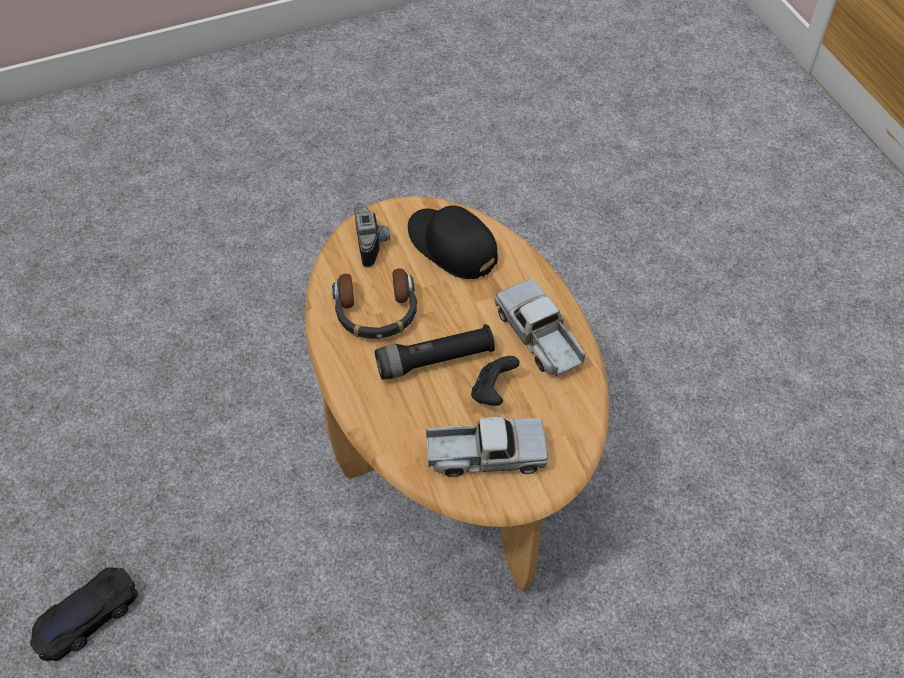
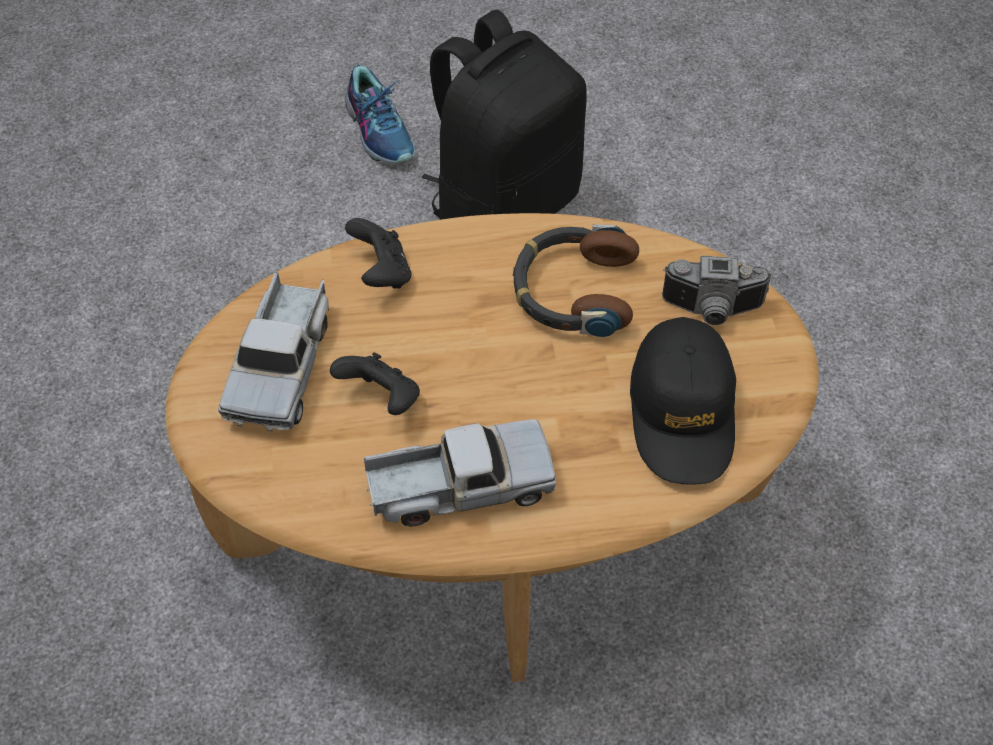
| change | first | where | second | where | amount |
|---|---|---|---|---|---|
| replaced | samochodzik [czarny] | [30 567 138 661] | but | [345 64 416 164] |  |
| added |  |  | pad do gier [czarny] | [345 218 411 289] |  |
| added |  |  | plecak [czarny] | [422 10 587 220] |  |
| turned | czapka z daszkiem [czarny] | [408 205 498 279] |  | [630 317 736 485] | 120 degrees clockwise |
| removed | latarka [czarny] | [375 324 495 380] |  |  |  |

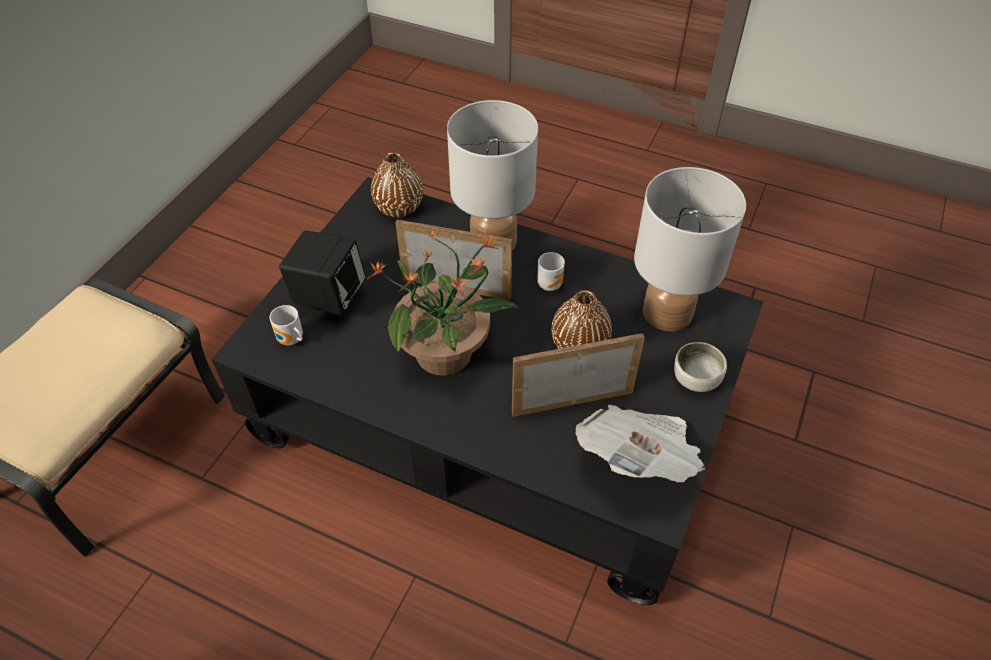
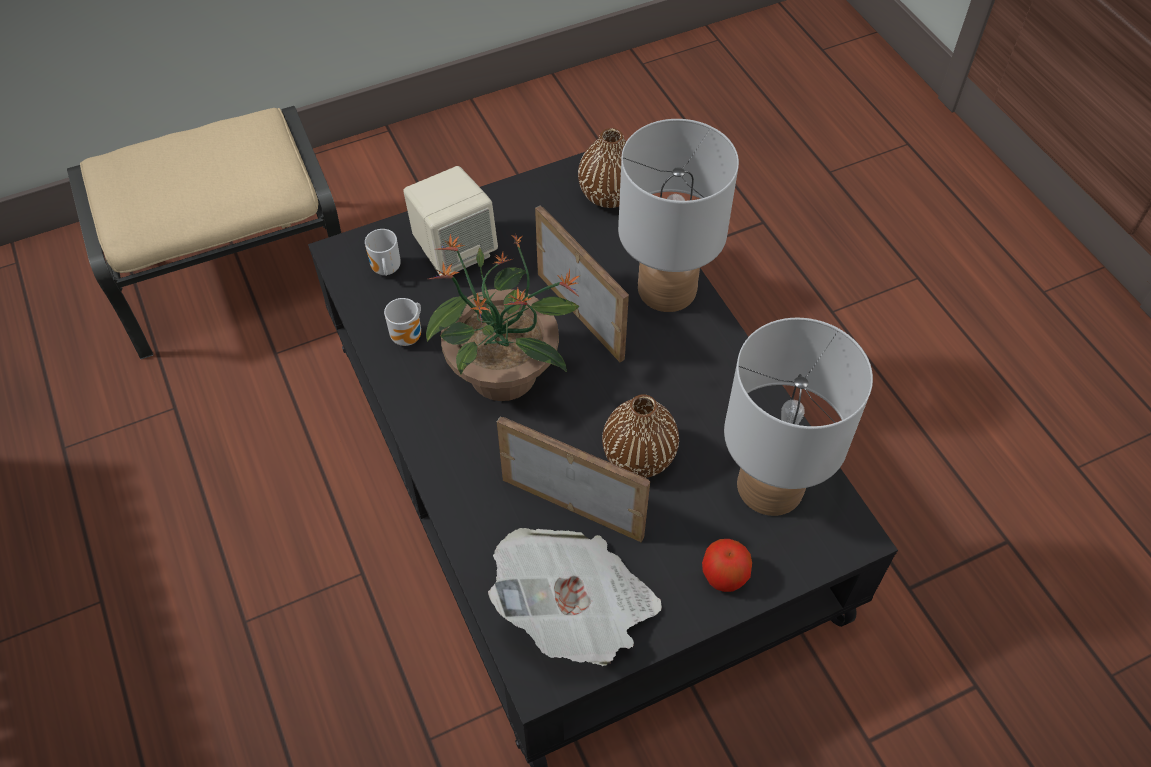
| change | first | where | second | where | amount |
|---|---|---|---|---|---|
| moved | kubek | [537 252 565 291] |  | [384 298 421 346] |  |
| recoloured | głośnik [czarny] | [279 231 366 322] | głośnik [beżowy] | [403 166 498 276] |  |
| replaced | miska | [674 342 727 392] | jabłko | [702 539 752 592] |  |

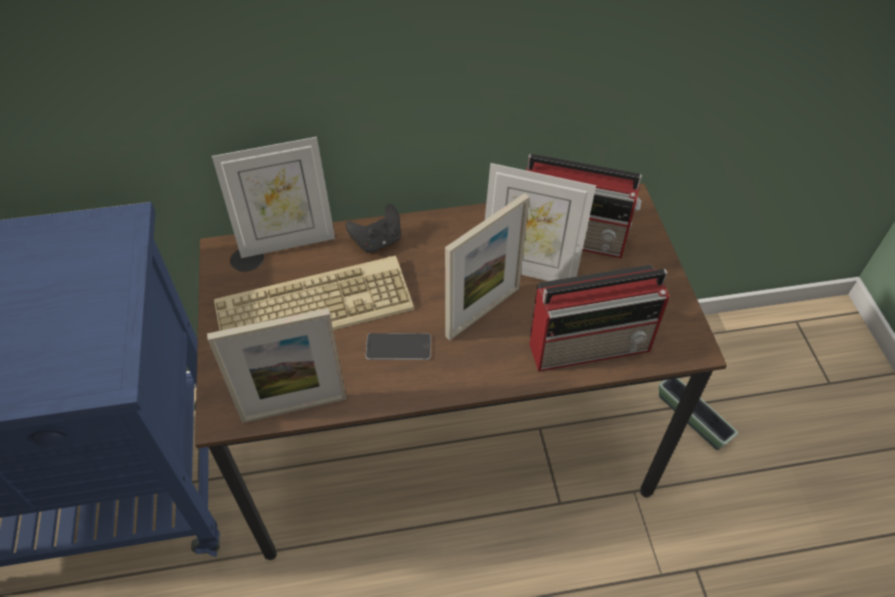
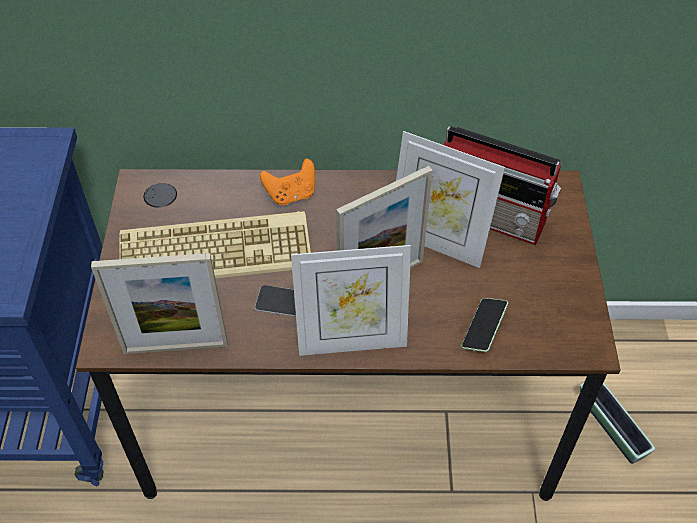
| change | first | where | second | where | amount |
|---|---|---|---|---|---|
| recoloured | pad do gier [czarny] | [346 204 401 253] | pad do gier [pomarańczowy] | [260 159 315 205] |  |
| moved | ramka na zdjęcie | [212 137 335 258] |  | [291 245 411 356] |  |
| replaced | radio | [529 264 669 372] | telefon | [461 298 508 352] |  |

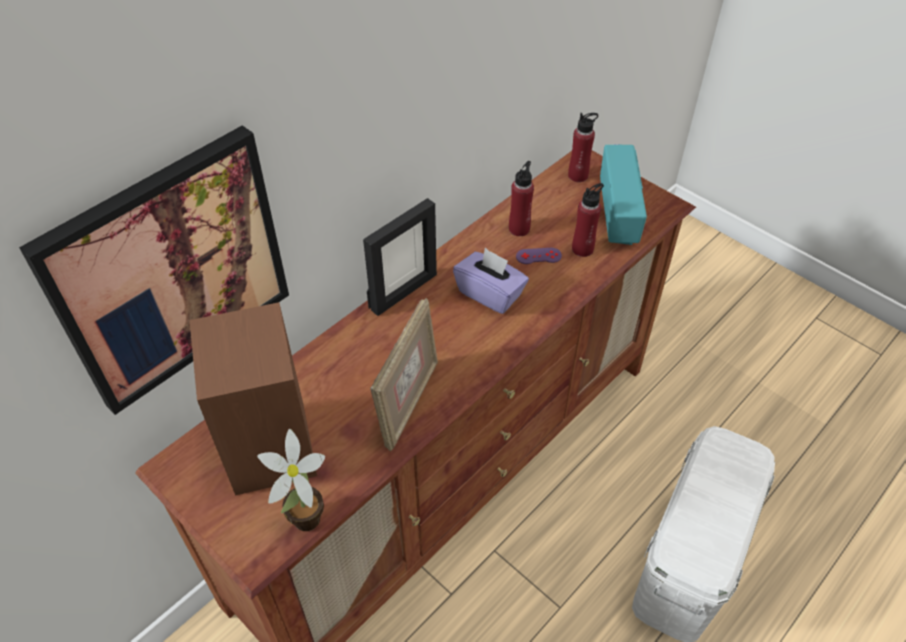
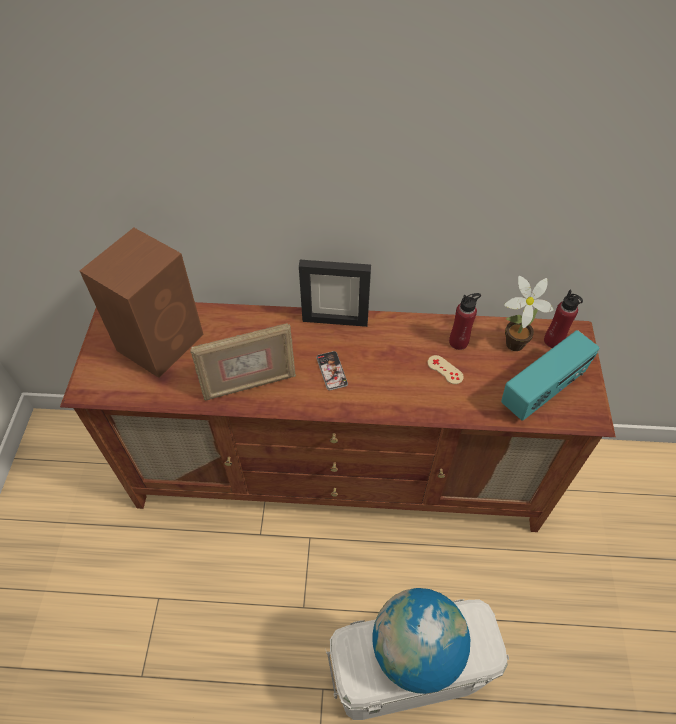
| change | first | where | second | where | amount |
|---|---|---|---|---|---|
| added |  |  | telefon | [316 351 348 390] |  |
| added |  |  | globus | [372 588 470 694] |  |
| recoloured | pad do gier [fioletowy] | [516 248 562 264] | pad do gier [beżowy] | [428 355 464 384] |  |
| moved | roślina doniczkowa | [257 428 325 531] |  | [504 276 554 351] |  |
| removed | obraz | [19 126 289 415] |  |  |  |
| removed | pudełko chusteczek [fioletowy] | [453 248 529 314] |  |  |  |
| removed | butelka [czerwony] | [572 183 604 257] |  |  |  |

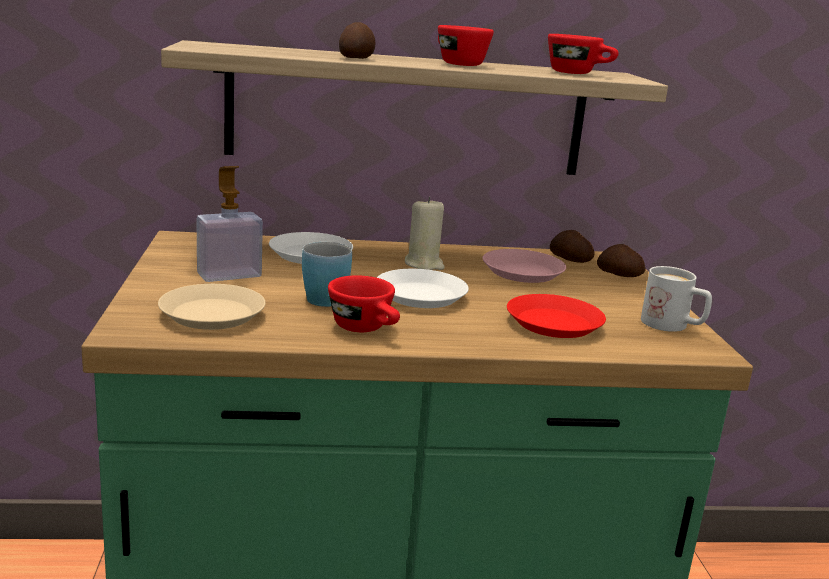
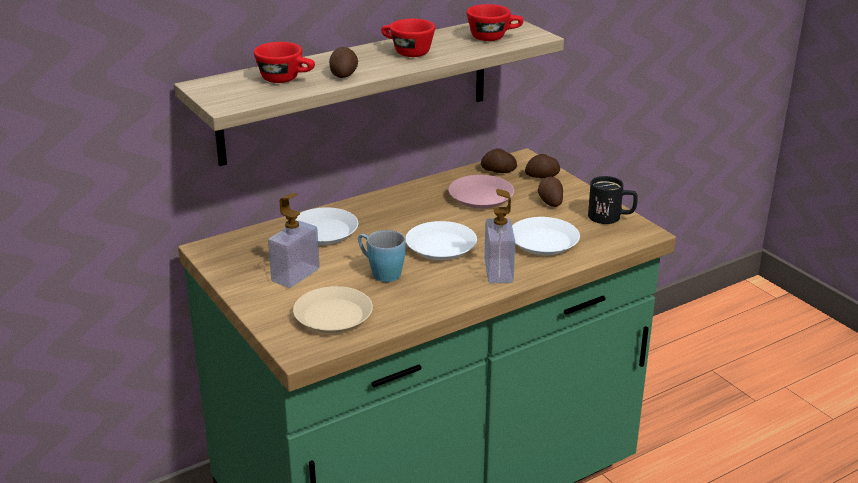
| change | first | where | second | where | amount |
|---|---|---|---|---|---|
| moved | filiżanka [czerwony] | [328 275 400 332] |  | [254 42 315 83] |  |
| added |  |  | dozownik mydła | [484 189 515 283] |  |
| recoloured | talerz [czerwony] | [507 294 606 338] | talerz [biały] | [512 217 580 255] |  |
| added |  |  | ziemniak | [538 176 563 207] |  |
| recoloured | kubek [biały] | [641 266 712 332] | kubek [czarny] | [588 176 638 224] |  |
| removed | świeca [beżowy] | [405 197 445 270] |  |  |  |

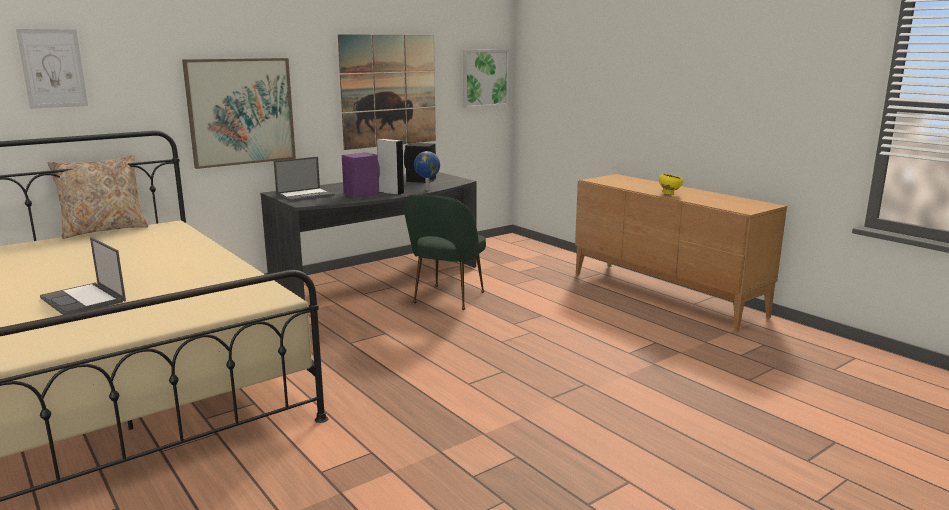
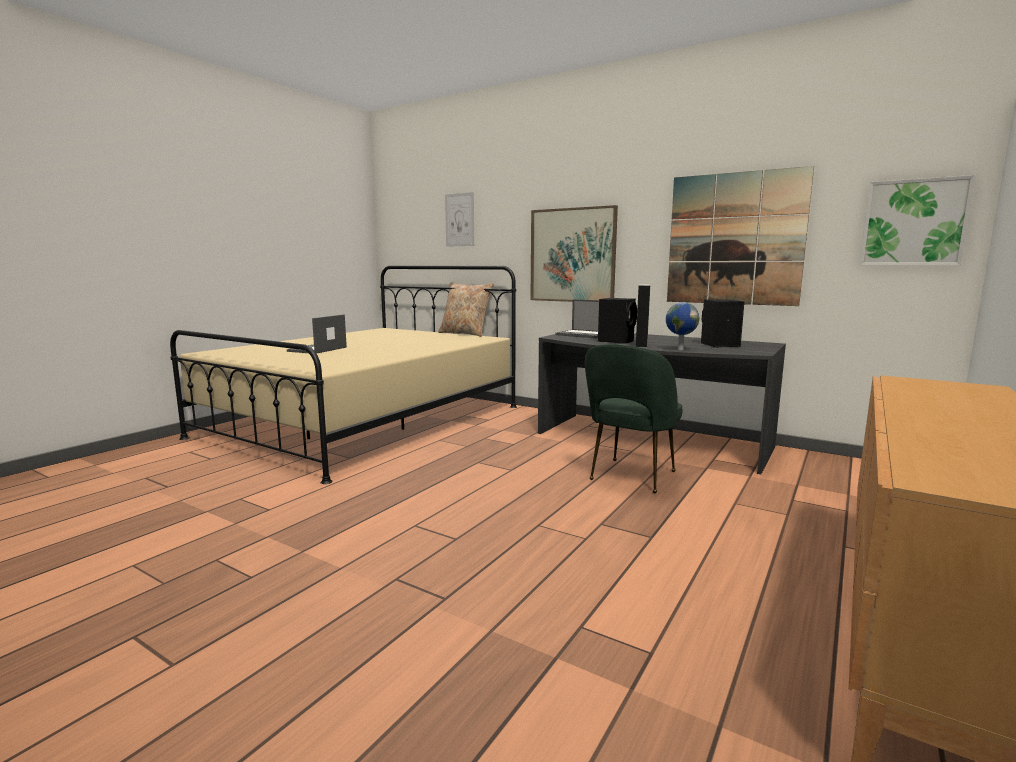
| change | first | where | second | where | amount |
|---|---|---|---|---|---|
| turned | krzesło [zielony] | [404 194 486 310] |  | [585 344 682 494] | 60 degrees counterclockwise |
| recoloured | głośnik [fioletowy] | [342 152 380 198] | głośnik [czarny] | [598 298 637 344] |  |
| removed | miska [żółty] | [659 173 683 195] |  |  |  |

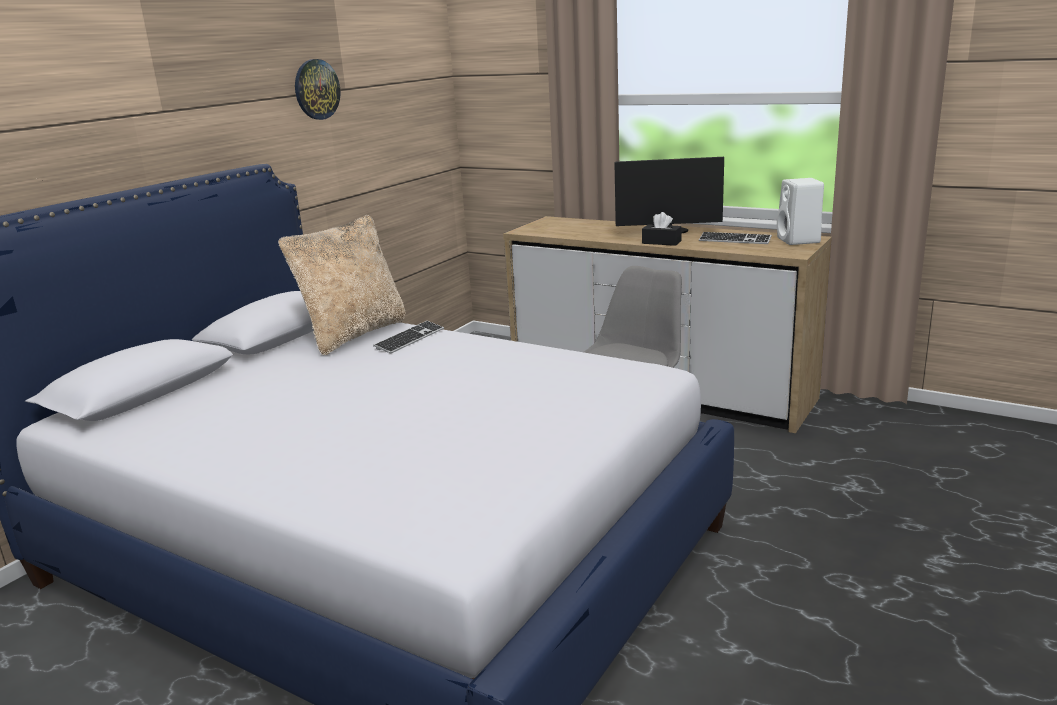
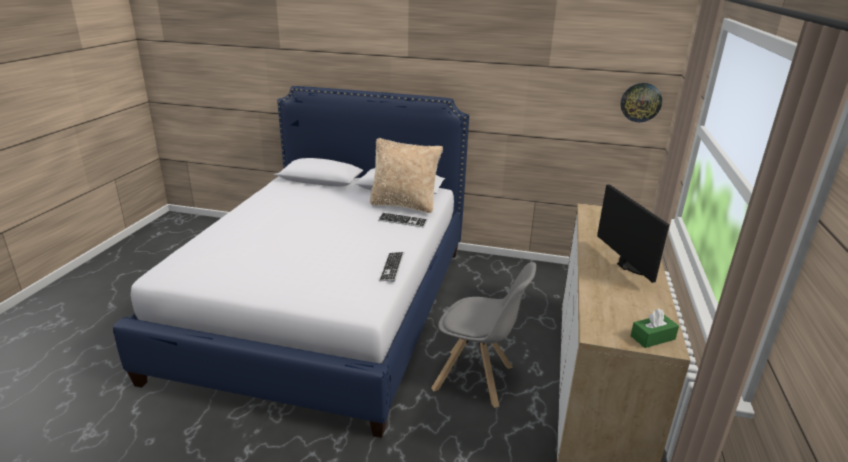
| change | first | where | second | where | amount |
|---|---|---|---|---|---|
| moved | klawiatura | [699 232 772 244] |  | [379 252 404 282] |  |
| moved | zegar ścienny | [295 59 341 120] |  | [621 83 662 122] |  |
| replaced | głośnik [biały] | [777 178 824 245] | pudełko chusteczek [zielony] | [631 308 679 348] |  |
| removed | pudełko chusteczek [czarny] | [642 212 682 246] |  |  |  |

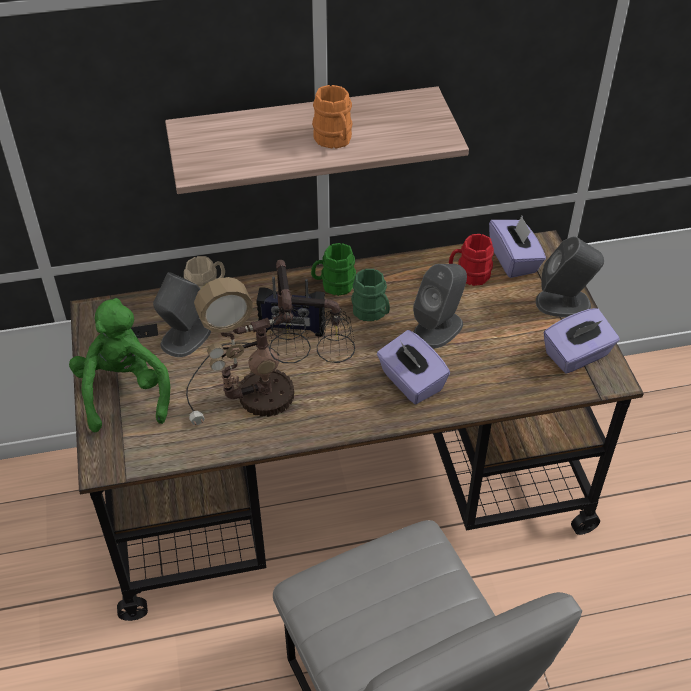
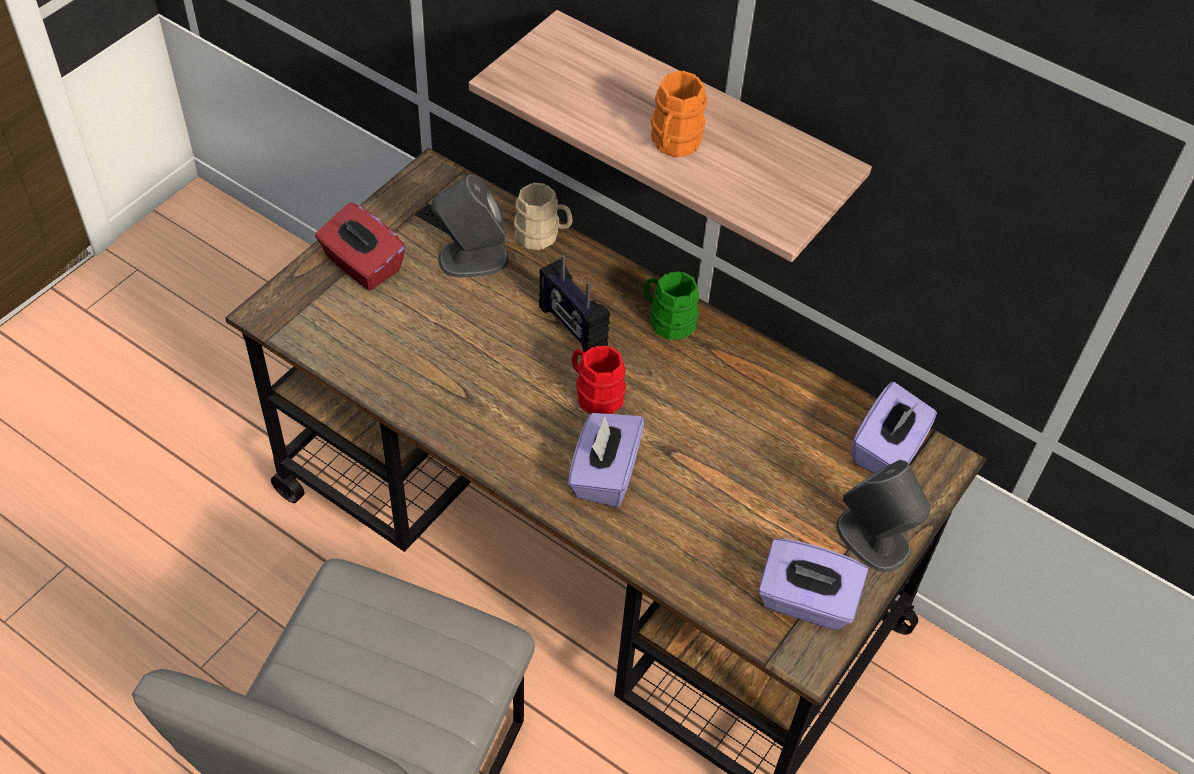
| change | first | where | second | where | amount |
|---|---|---|---|---|---|
| replaced | pluszak [zielony] | [69 298 170 432] | pudełko chusteczek [czerwony] | [315 203 405 291] |  |
| moved | kubek [czerwony] | [449 234 494 286] |  | [572 346 626 414] |  |
| removed | lampa stołowa | [186 260 355 425] |  |  |  |
| removed | kubek [zielony] | [351 269 390 321] |  |  |  |
| removed | głośnik [szary] | [413 264 467 349] |  |  |  |

